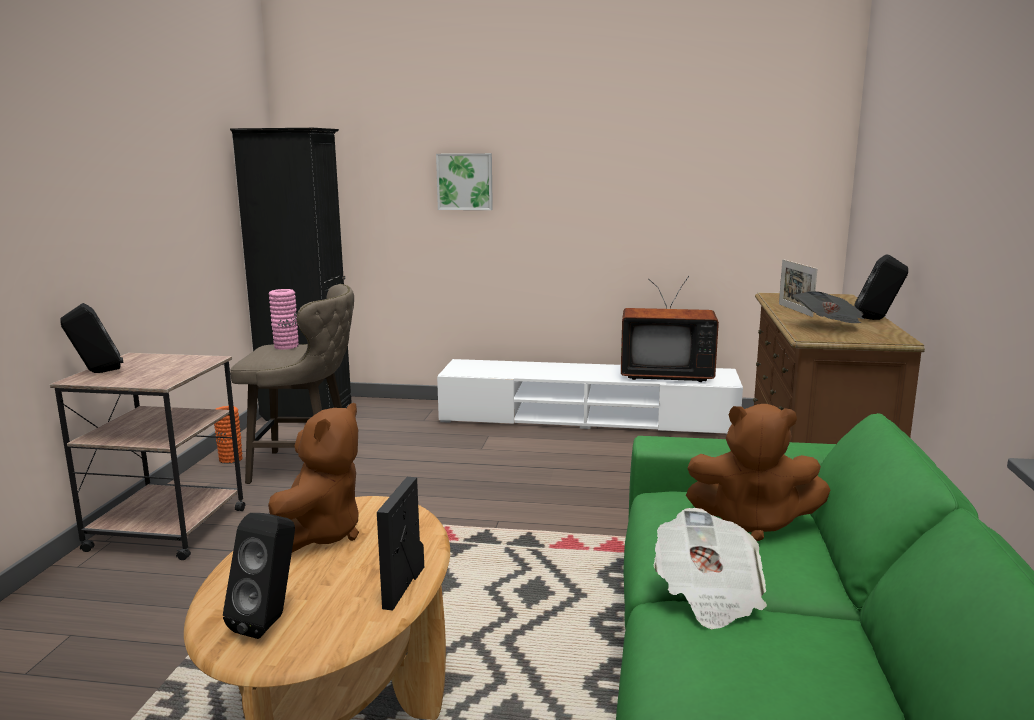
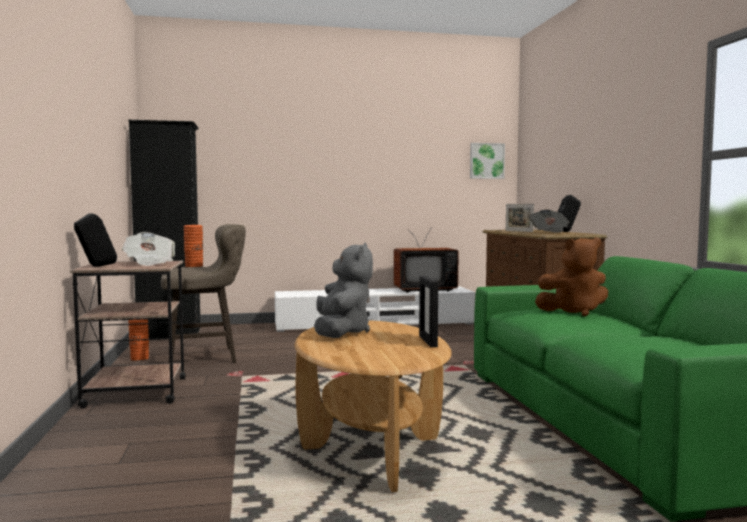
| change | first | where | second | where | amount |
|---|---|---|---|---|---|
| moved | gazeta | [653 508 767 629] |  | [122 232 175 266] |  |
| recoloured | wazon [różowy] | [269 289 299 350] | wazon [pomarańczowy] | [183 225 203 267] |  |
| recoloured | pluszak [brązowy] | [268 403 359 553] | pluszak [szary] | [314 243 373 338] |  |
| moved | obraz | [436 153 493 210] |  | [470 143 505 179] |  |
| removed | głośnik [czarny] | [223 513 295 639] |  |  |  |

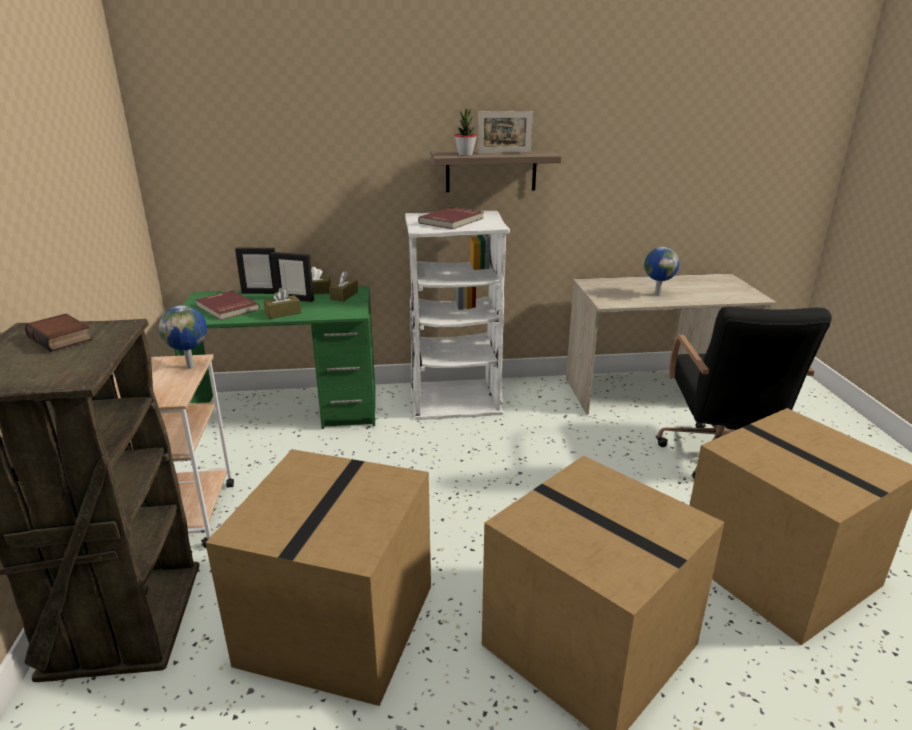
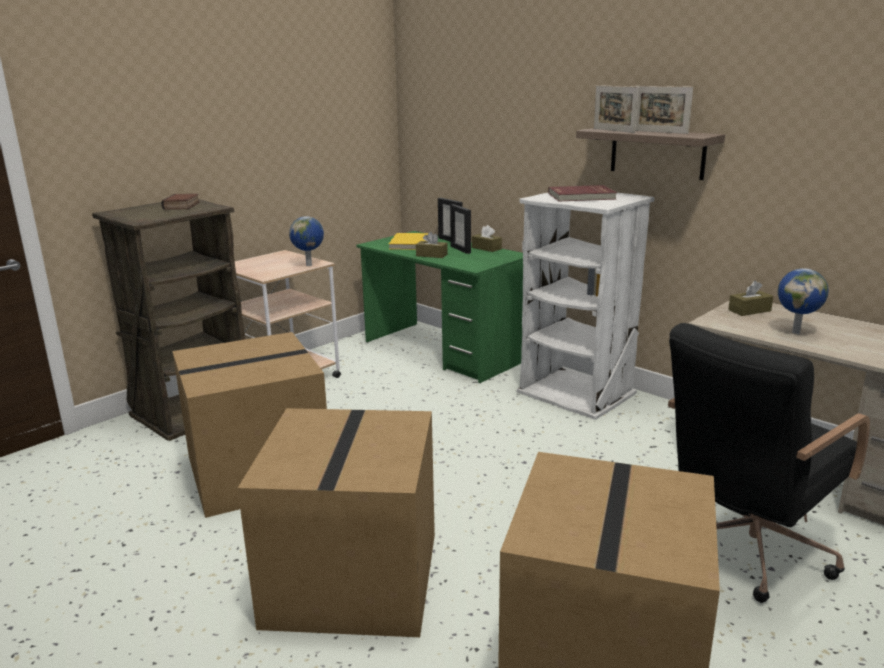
| change | first | where | second | where | amount |
|---|---|---|---|---|---|
| recoloured | książka [czerwony] | [195 290 260 320] | książka [żółty] | [389 233 428 250] |  |
| replaced | roślina doniczkowa | [454 108 477 156] | ramka na zdjęcie | [594 85 639 133] |  |
| moved | pudełko chusteczek [brązowy] | [329 271 358 301] |  | [728 281 773 316] |  |

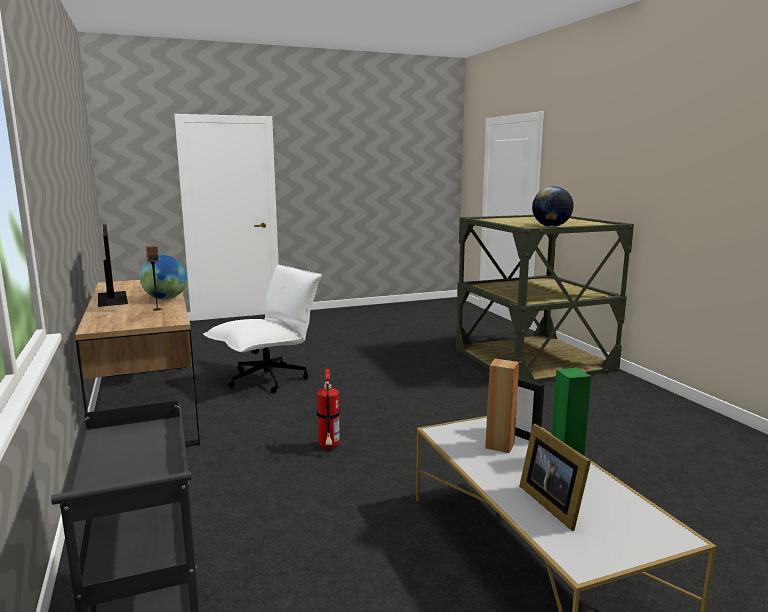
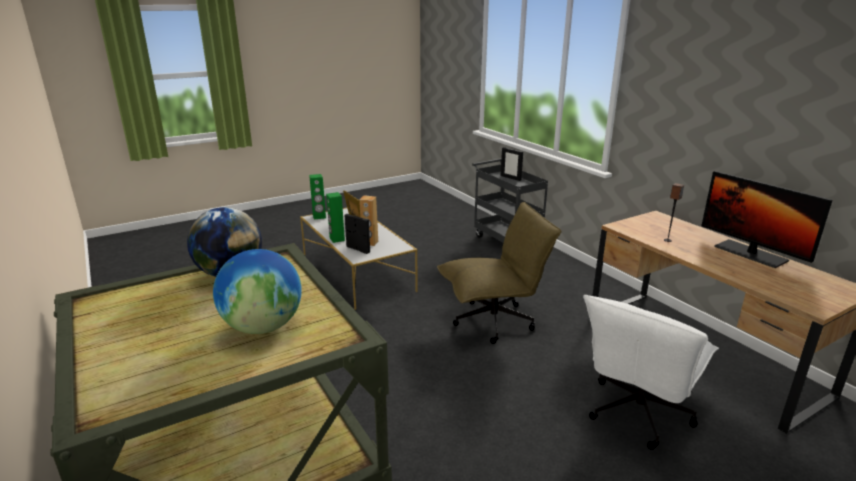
| change | first | where | second | where | amount |
|---|---|---|---|---|---|
| moved | globus | [140 255 187 300] |  | [213 249 302 334] |  |
| added |  |  | głośnik [zielony] | [309 174 326 219] |  |
| replaced | gaśnica | [317 366 340 450] | krzesło biurowe [beżowy] | [437 202 561 344] |  |
| added |  |  | ramka na zdjęcie | [501 147 523 181] |  |

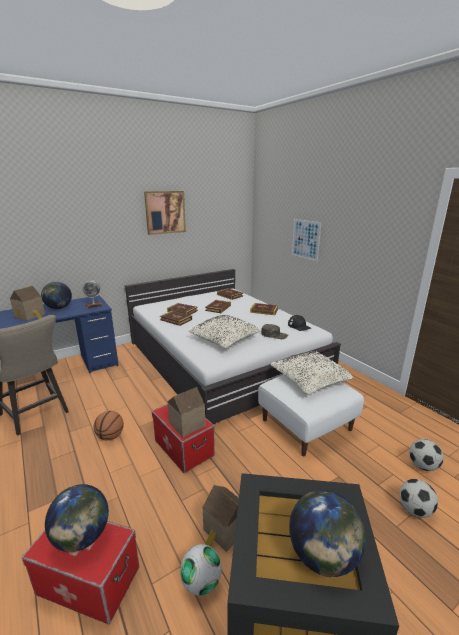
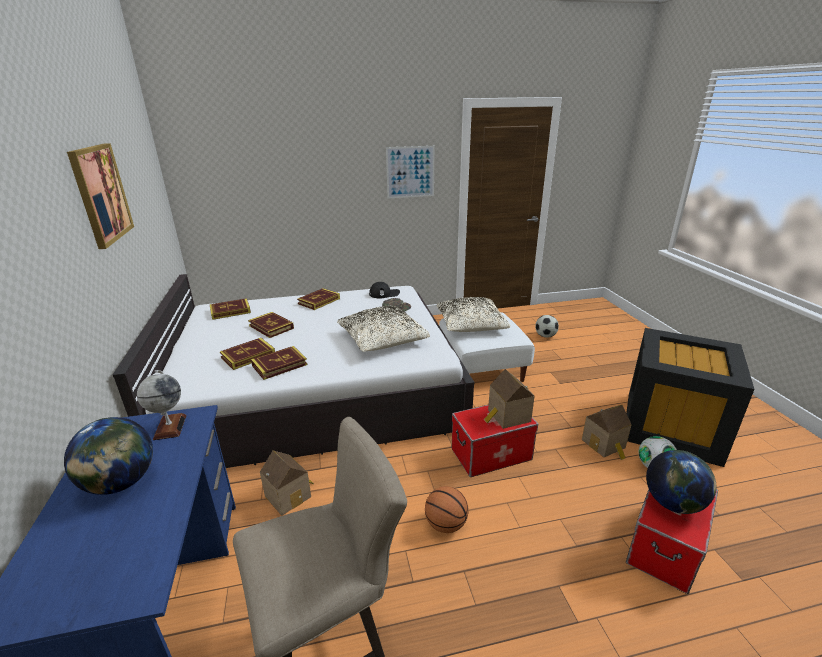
| change | first | where | second | where | amount |
|---|---|---|---|---|---|
| moved | domek | [10 286 45 321] |  | [260 450 314 516] |  |
| moved | obraz | [292 219 321 261] |  | [386 146 435 199] |  |
| removed | globus | [289 490 366 577] |  |  |  |
| removed | piłka futbolowa | [399 479 438 518] |  |  |  |

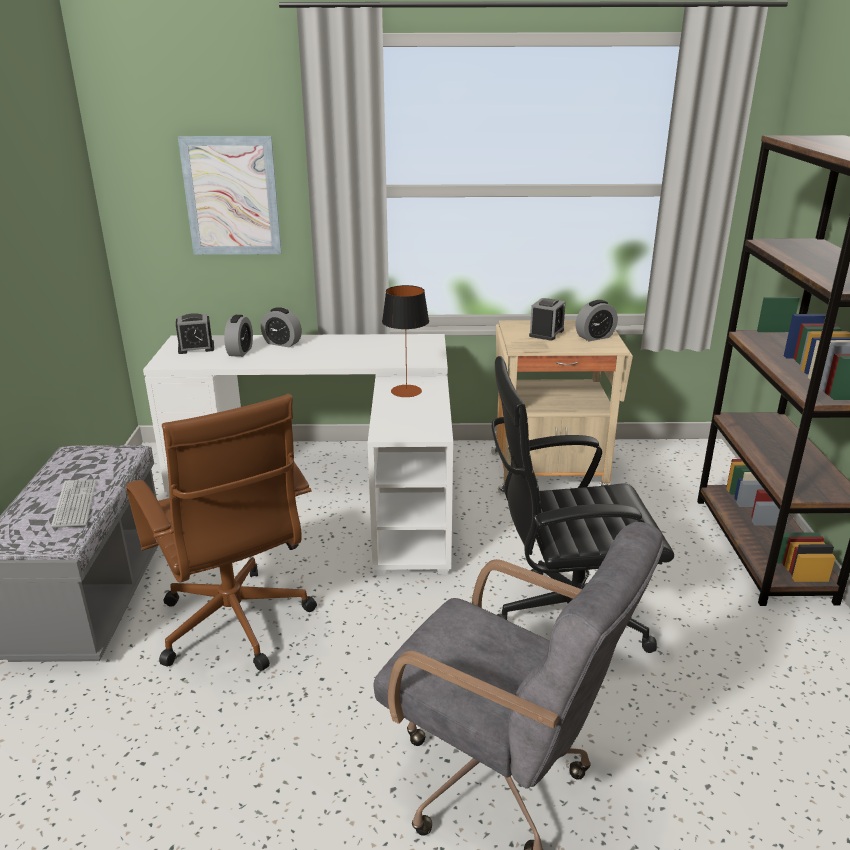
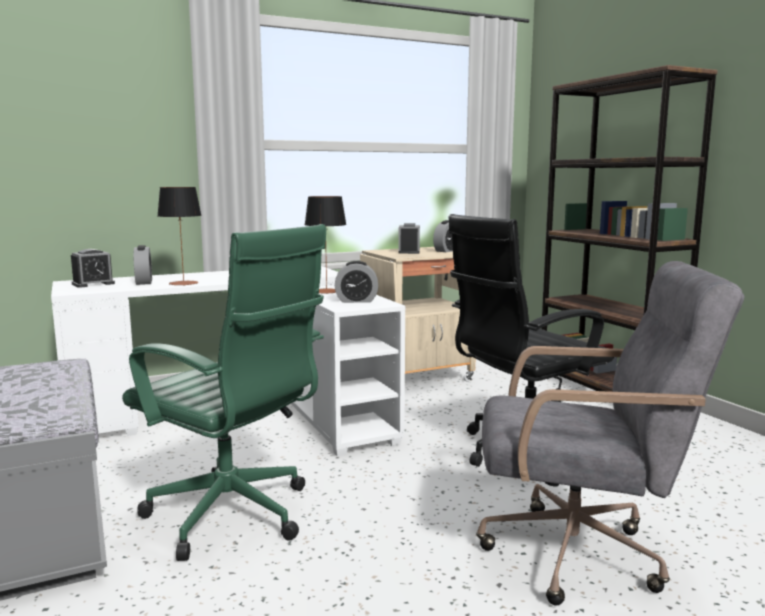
| change | first | where | second | where | amount |
|---|---|---|---|---|---|
| recoloured | krzesło biurowe [brązowy] | [126 394 317 671] | krzesło biurowe [zielony] | [122 224 326 561] |  |
| added |  |  | lampa stołowa | [158 187 201 286] |  |
| moved | budzik | [261 307 302 347] |  | [335 261 378 303] |  |
| removed | klawiatura | [51 479 96 528] |  |  |  |
| removed | obraz | [178 136 282 255] |  |  |  |

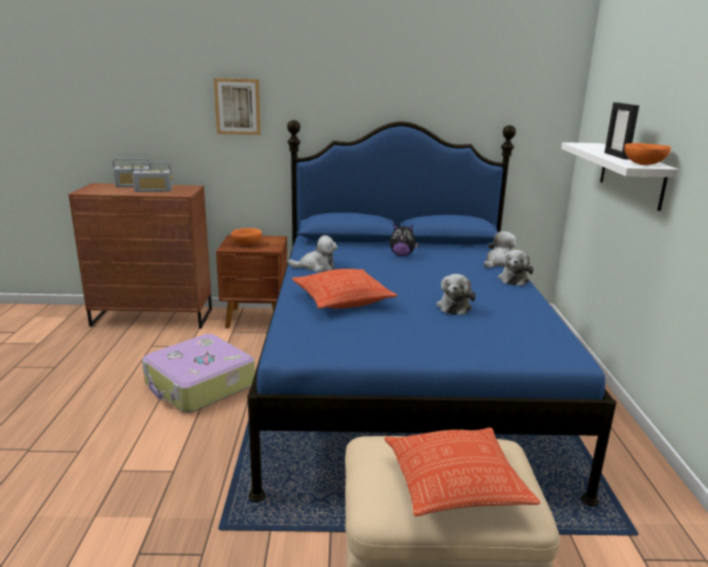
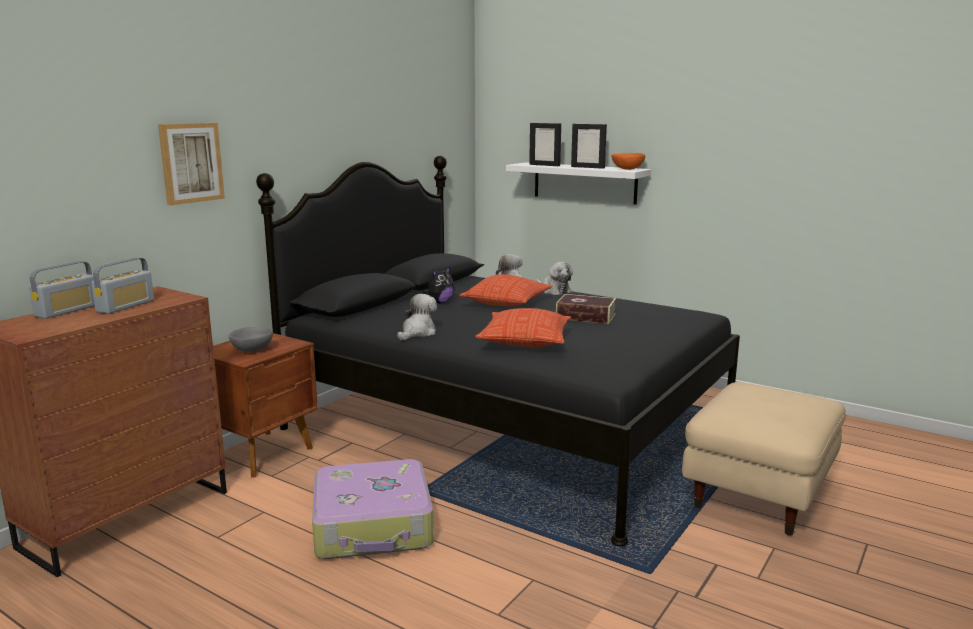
| change | first | where | second | where | amount |
|---|---|---|---|---|---|
| recoloured | miska [pomarańczowy] | [231 228 262 245] | miska [szary] | [229 327 273 352] |  |
| recoloured | łóżko [niebieski] | [247 120 616 506] | łóżko [czarny] | [256 156 740 546] |  |
| moved | poduszka [pomarańczowy] | [384 428 540 516] |  | [459 274 552 306] |  |
| added |  |  | ramka na zdjęcie | [529 123 561 166] |  |
| replaced | pluszak | [436 274 476 315] | książka | [556 294 616 324] |  |

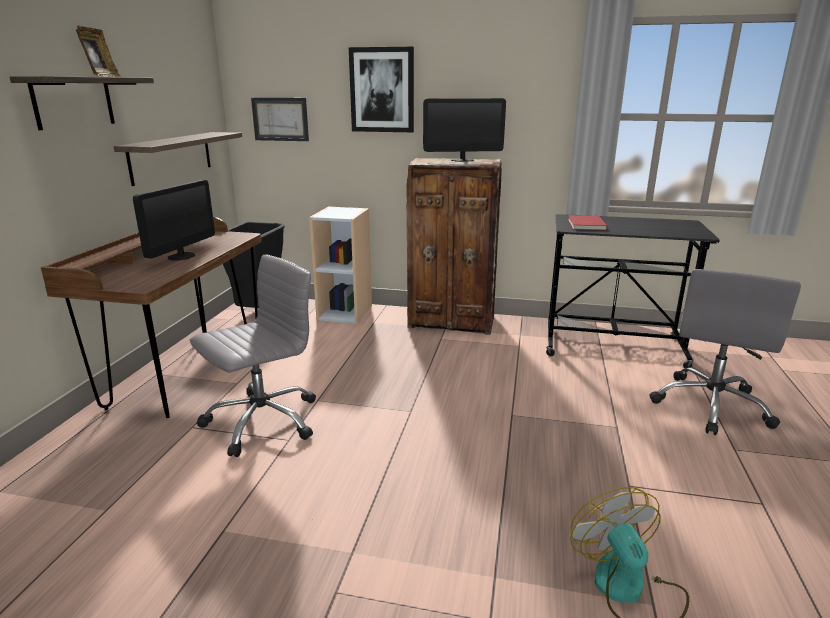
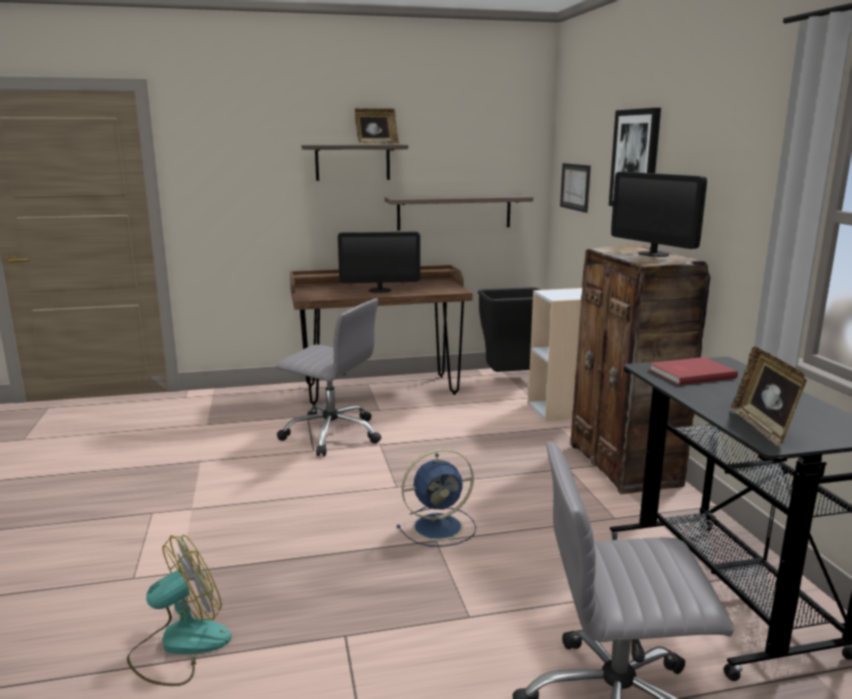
| change | first | where | second | where | amount |
|---|---|---|---|---|---|
| added |  |  | wentylator [niebieski] | [397 449 476 547] |  |
| added |  |  | ramka na zdjęcie | [731 347 807 446] |  |

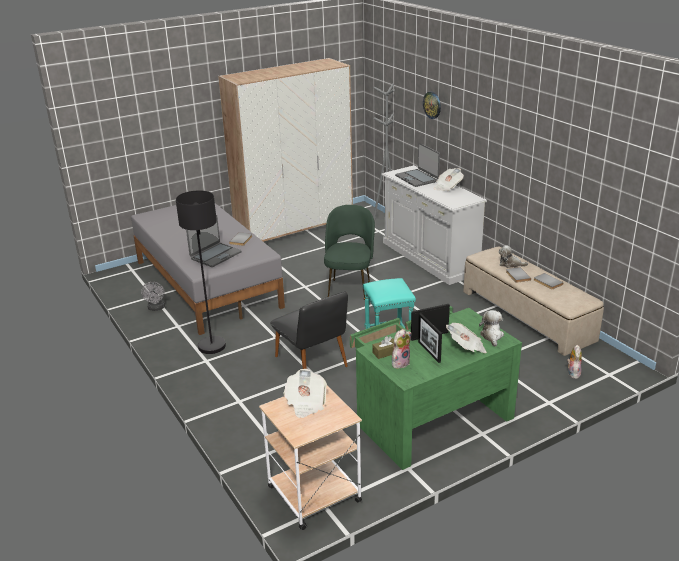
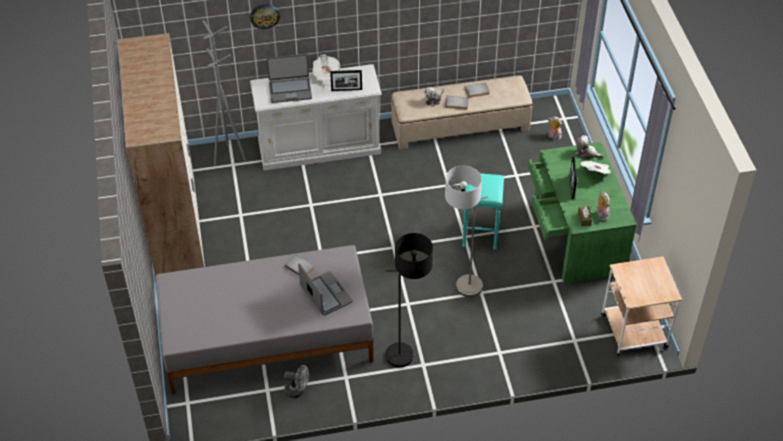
| change | first | where | second | where | amount |
|---|---|---|---|---|---|
| moved | ramka na zdjęcie | [418 313 442 363] |  | [330 70 362 91] |  |
| replaced | krzesło [czarny] | [270 292 348 369] | lampa stojąca [szary] | [445 166 488 297] |  |
| removed | gazeta | [283 369 327 418] |  |  |  |
| removed | krzesło [zielony] | [324 205 375 300] |  |  |  |

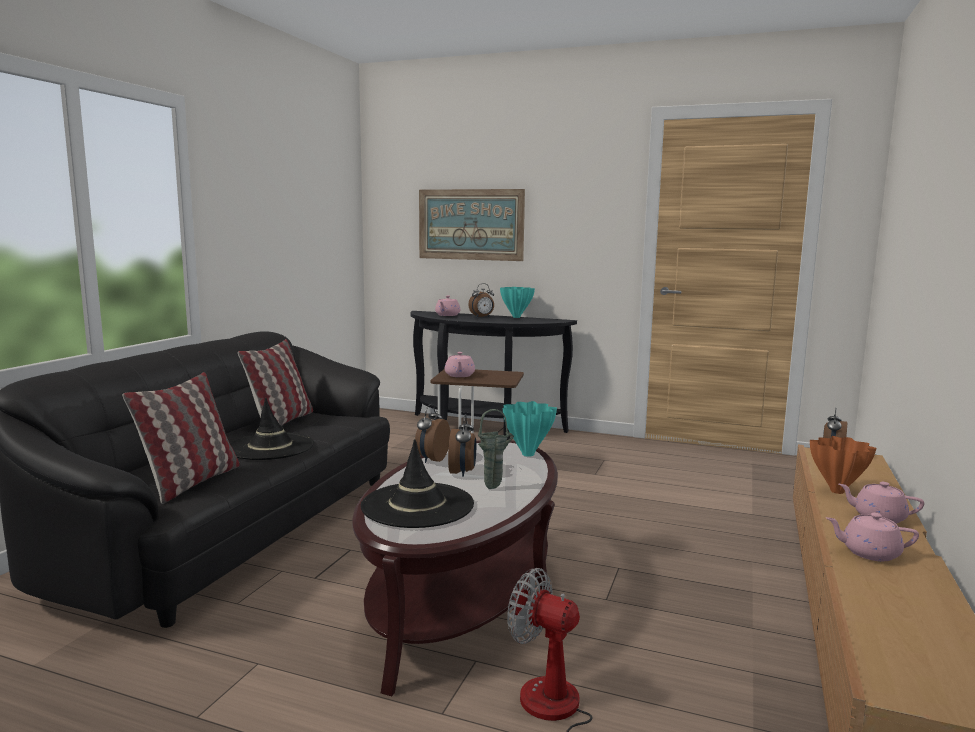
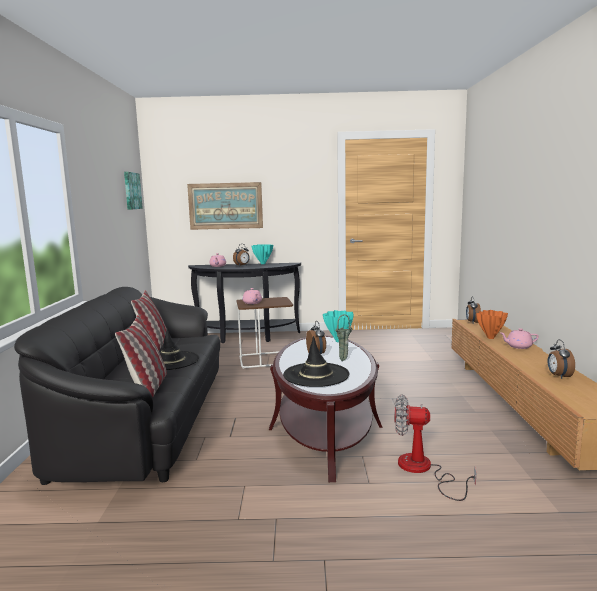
| change | first | where | second | where | amount |
|---|---|---|---|---|---|
| added |  |  | obraz | [124 172 143 210] |  |
| moved | budzik | [415 404 450 463] |  | [548 339 575 379] |  |
| removed | imbryk [różowy] | [826 513 919 561] |  |  |  |

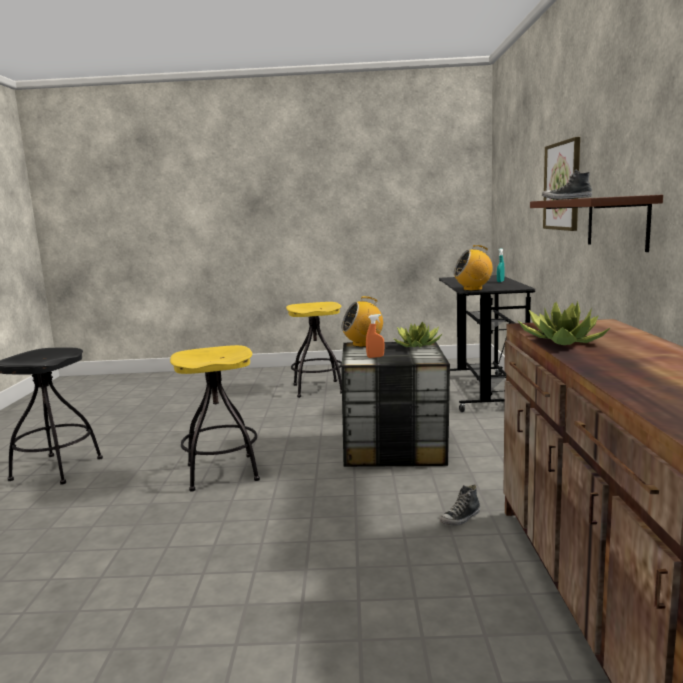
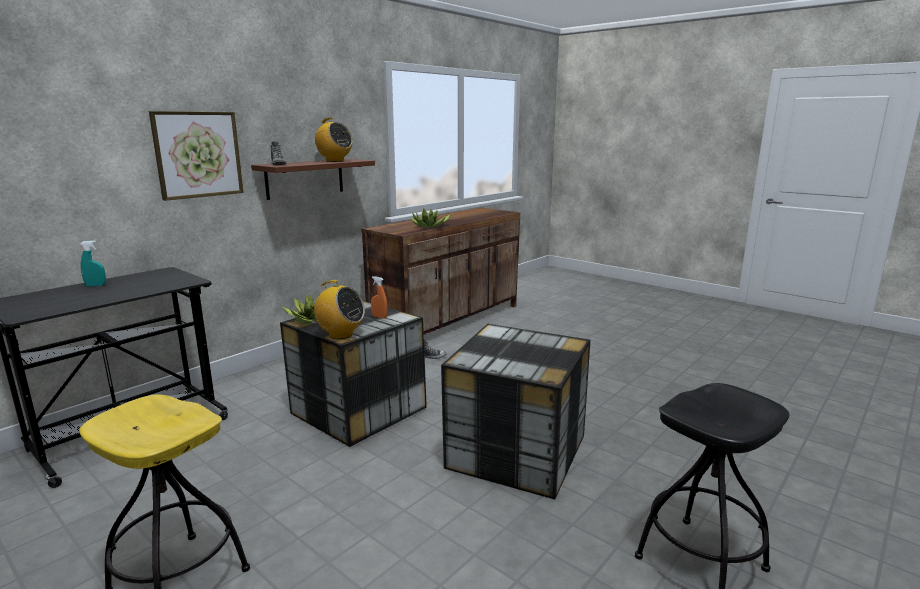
| change | first | where | second | where | amount |
|---|---|---|---|---|---|
| moved | radio | [454 245 493 291] |  | [314 118 353 162] |  |
| replaced | stołek [żółty] | [170 345 260 492] | pojemnik do przechowywania | [441 324 590 500] |  |

